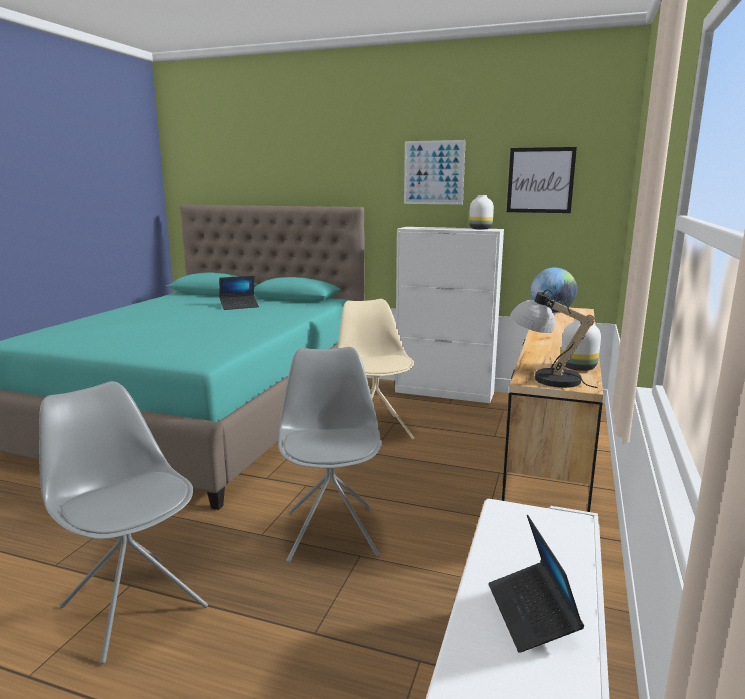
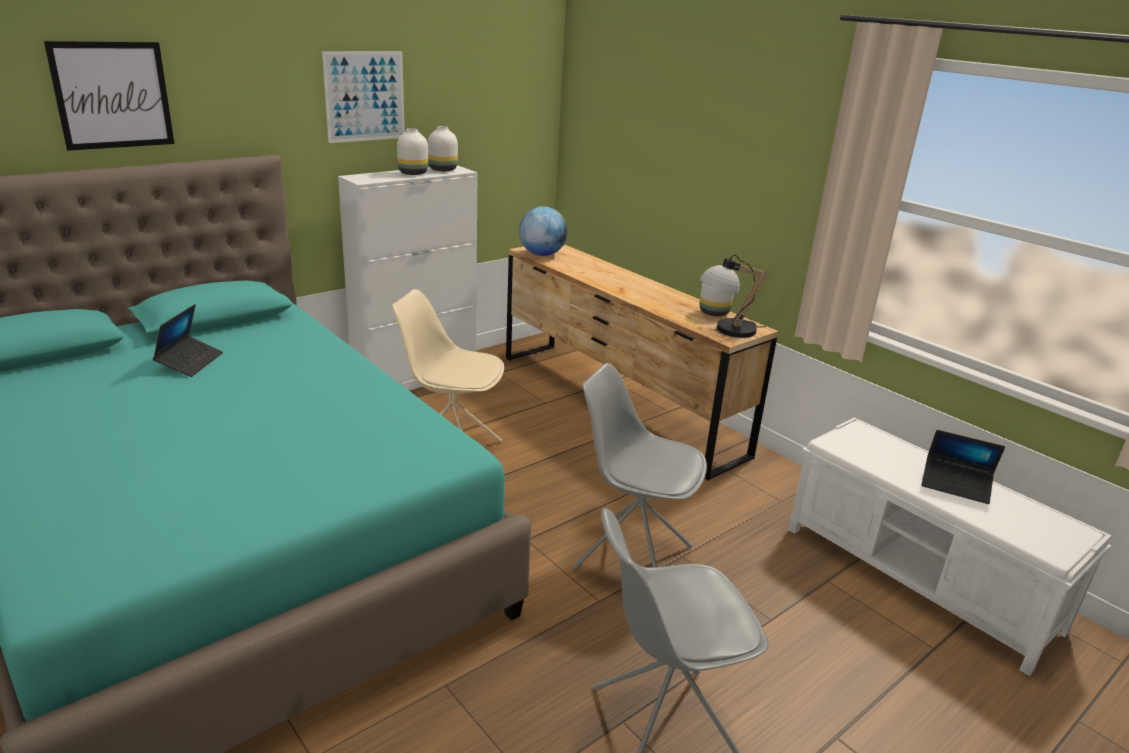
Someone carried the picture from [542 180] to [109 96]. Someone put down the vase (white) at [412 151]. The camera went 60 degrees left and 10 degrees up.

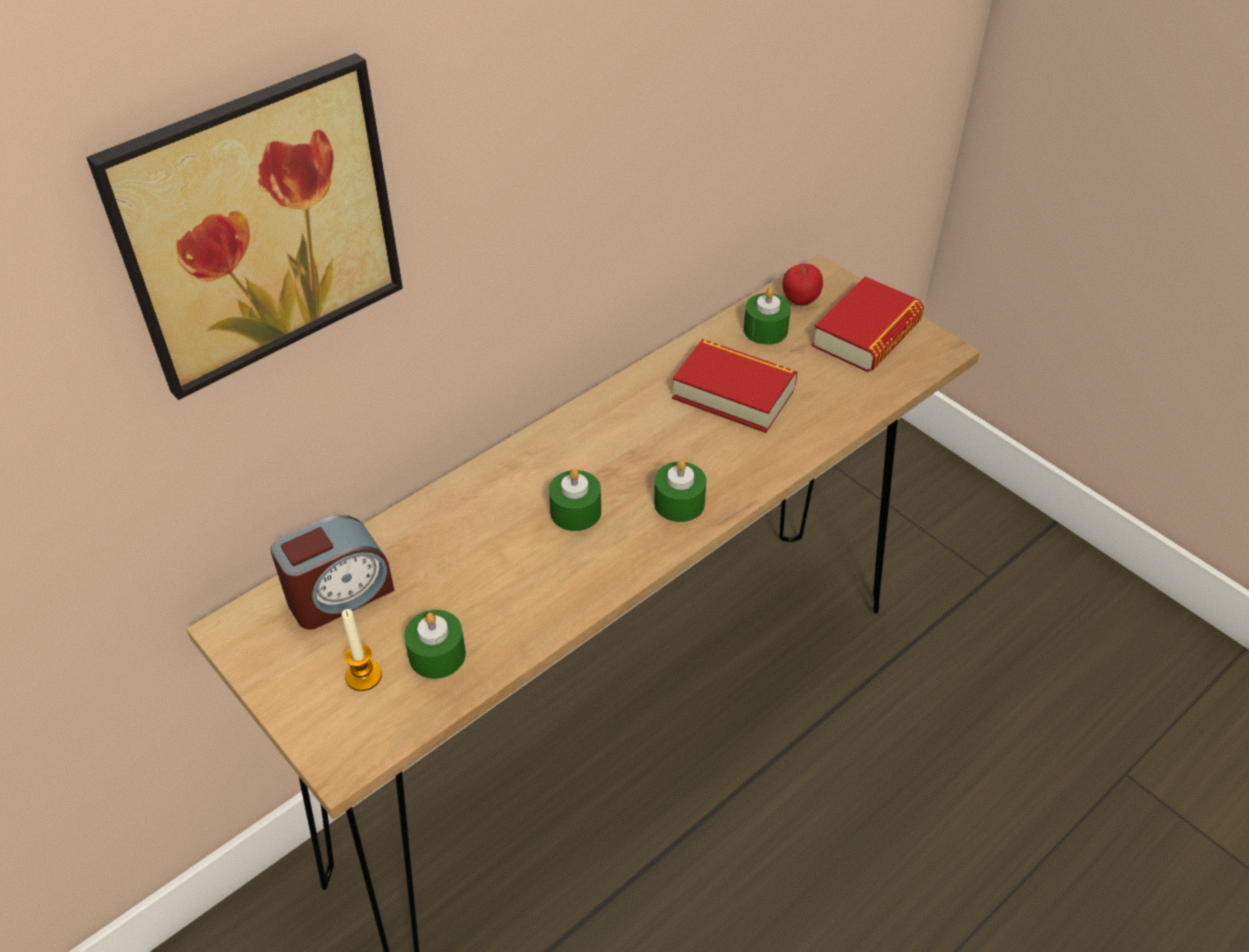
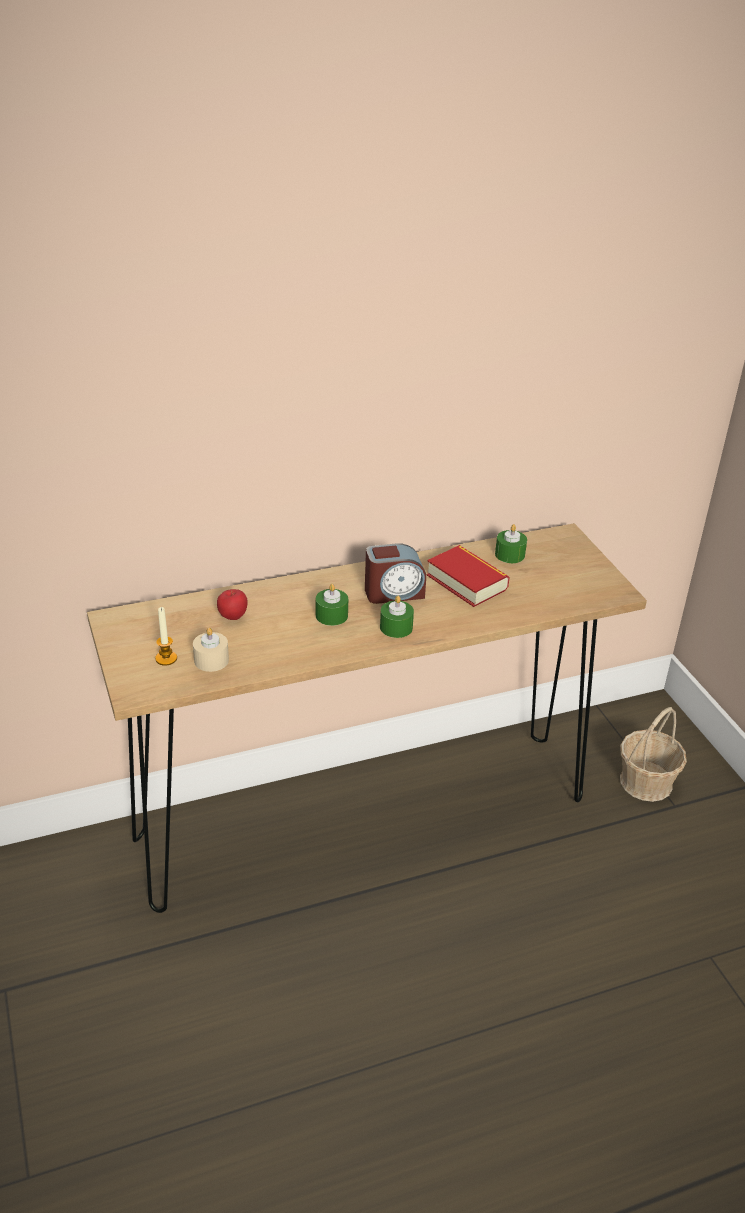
Someone repainted the candle (green) at [435 644], which became the candle (beige) at [211 650]. Someone carried the apple from [803 285] to [232 604]. Someone carried the alarm clock from [332 572] to [395 574]. Someone put down the basket at [653 754]. Someone took away the picture at [244 226]. Someone took away the book at [868 324]. The camera went 20 degrees right and 10 degrees down.

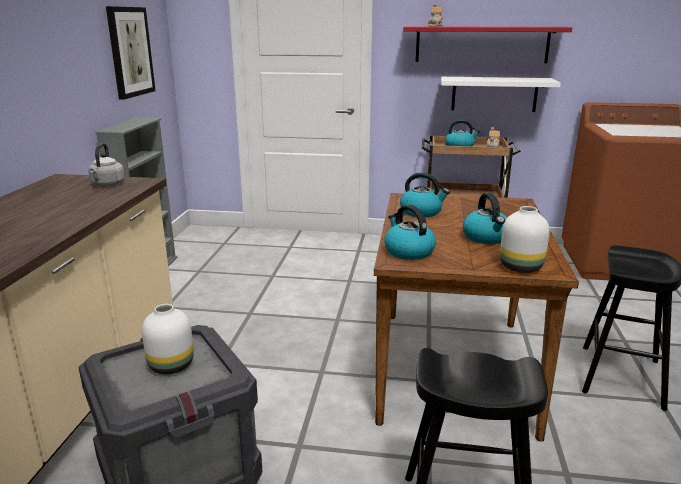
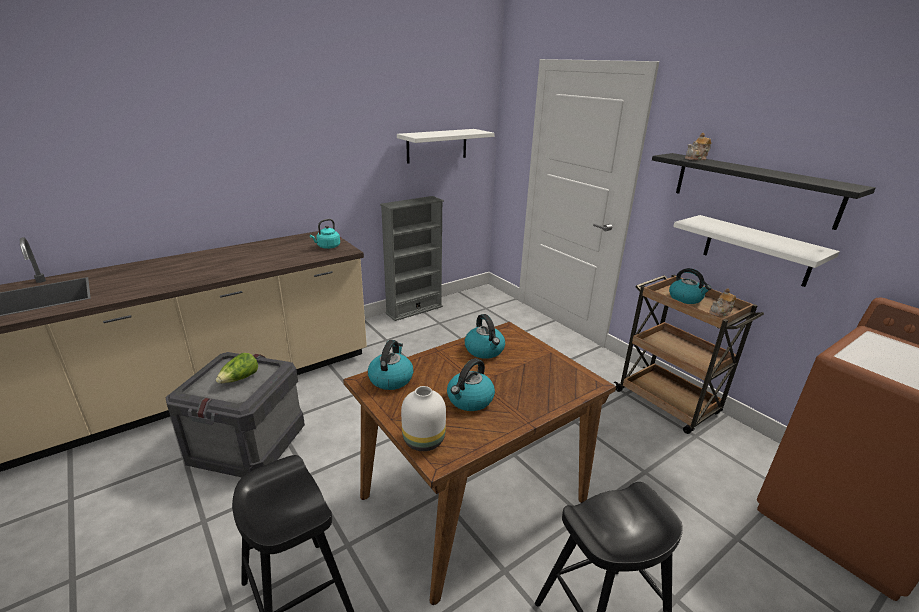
Someone swapped the vase (white) at [168 339] for the lettuce at [237 368]. Someone repainted the kettle (grey) at [106 165], which became the kettle (turquoise) at [325 234]. Someone swapped the picture at [131 53] for the shelf (white) at [446 146]. Someone repainted the shelf (red) at [487 44], which became the shelf (black) at [764 191]. The camera went 45 degrees right and 5 degrees up.

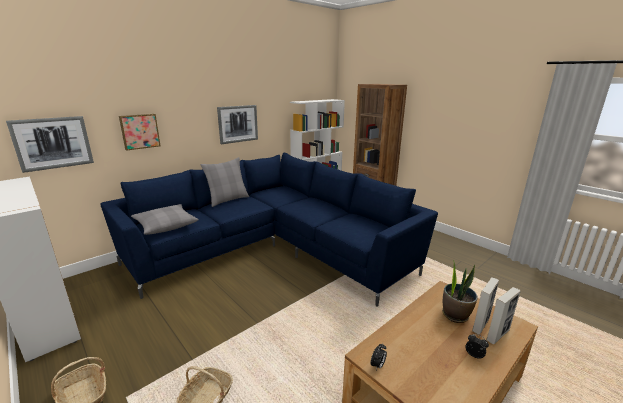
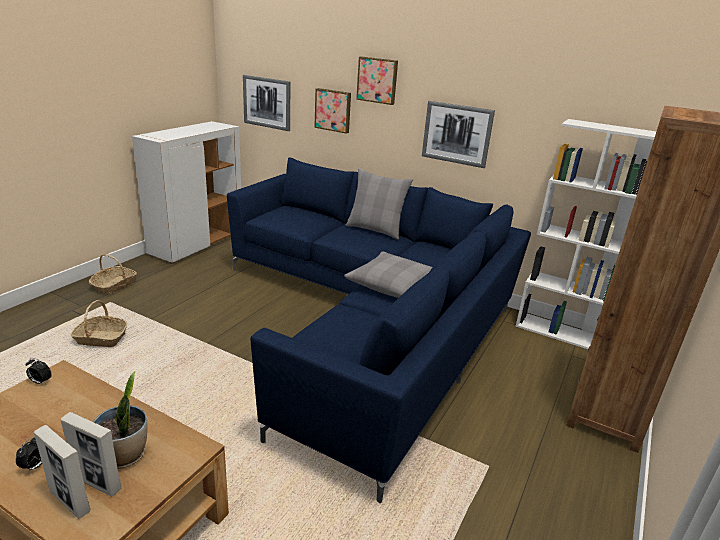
Someone carried the pillow (grey) from [165 219] to [388 274]. Someone put up the picture at [377 80]. The camera went 70 degrees right and 5 degrees up.

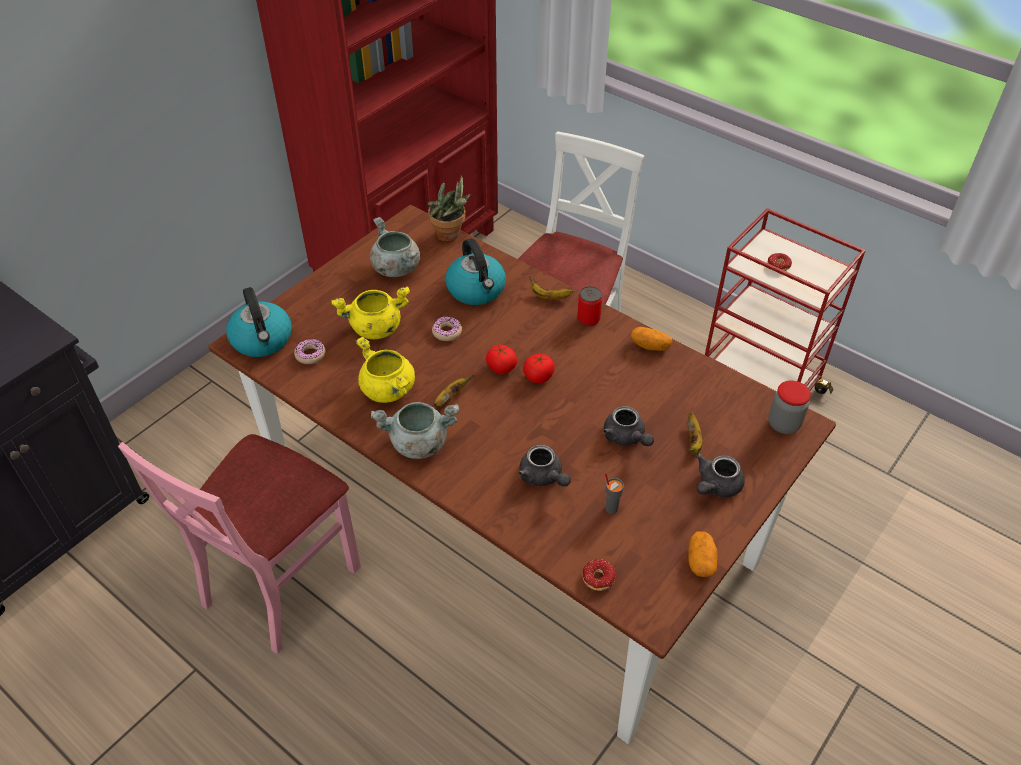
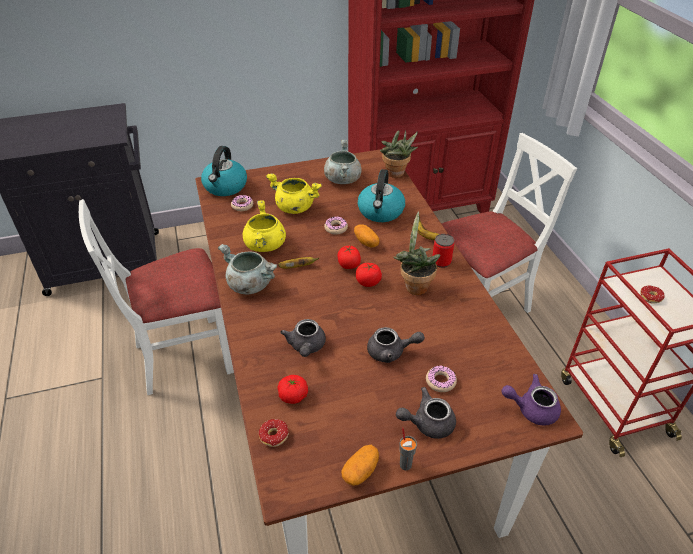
Someone repainted the chair (pink) at [239 544], which became the chair (white) at [156 297]. Someone put down the tomato at [292 389]. Someone carried the potato from [652 339] to [367 236]. Someone rotated the teapot (grey) at [628 426] by 90 degrees counterclockwise. Someone put down the potted plant at [416 253]. Someone carried the cup (grey) from [614 493] to [408 448]. Someone swapped the banana at [694 433] for the donut at [441 378]. Someone swapped the jar at [789 407] for the teapot (purple) at [531 400]. The camera went 35 degrees right and 5 degrees down.

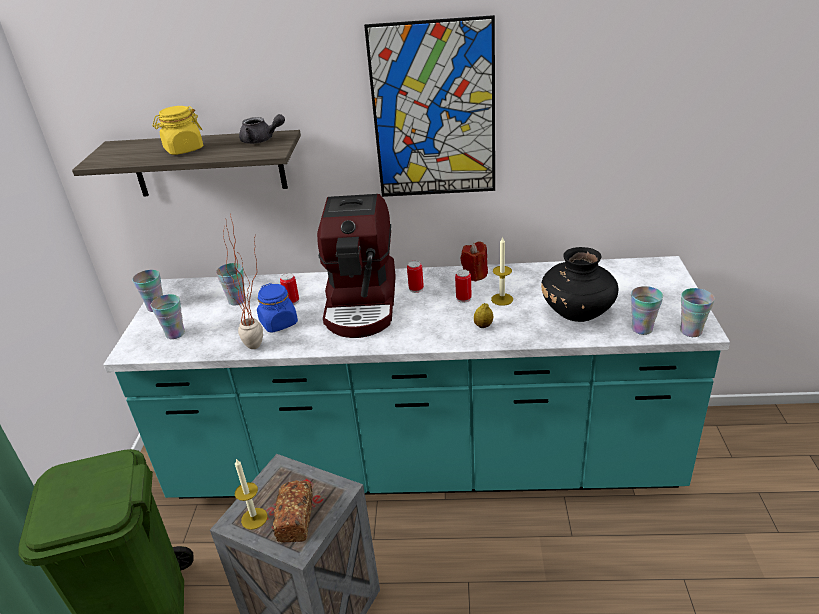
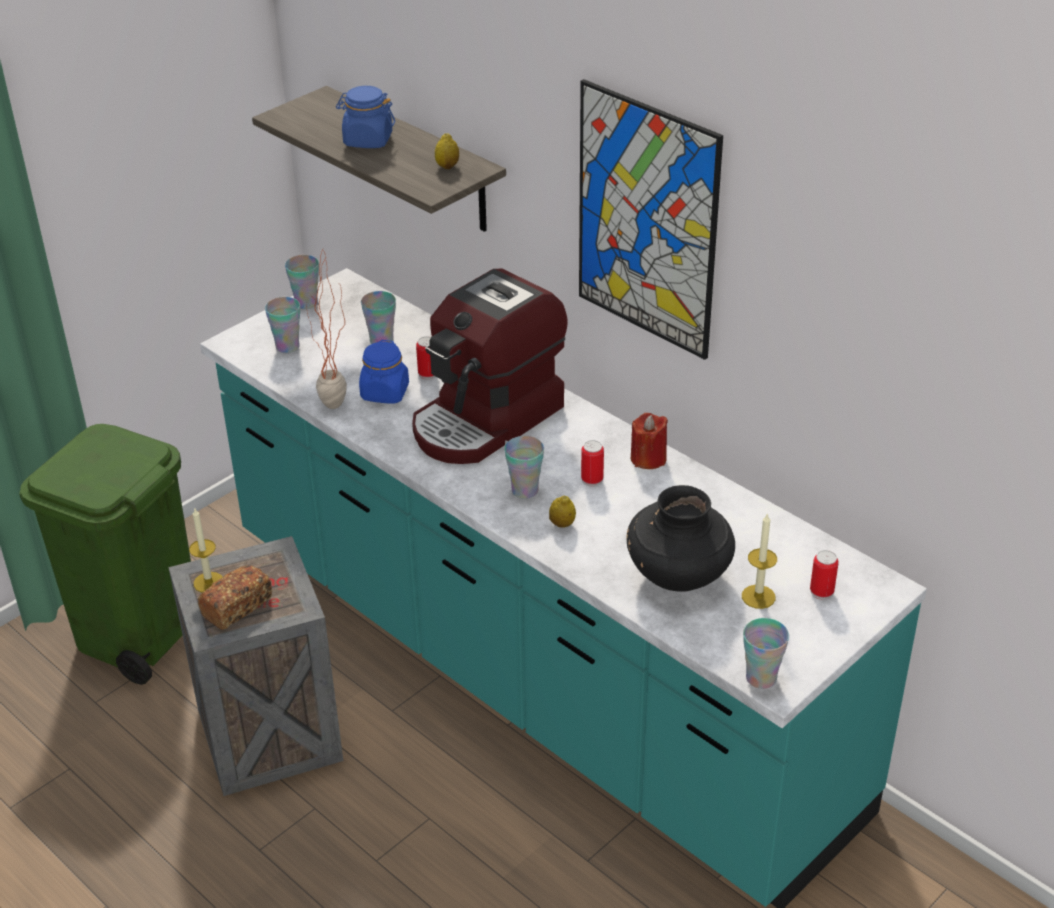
Someone repainted the jar (yellow) at [178 130], which became the jar (blue) at [365 117]. Someone swapped the teapot (grey) at [262 129] for the lemon at [447 151]. Someone carried the cup from [647 310] to [524 467]. Someone carried the candle from [502 271] to [759 561]. Someone carried the can from [415 277] to [824 575]. The camera went 40 degrees right and 5 degrees up.

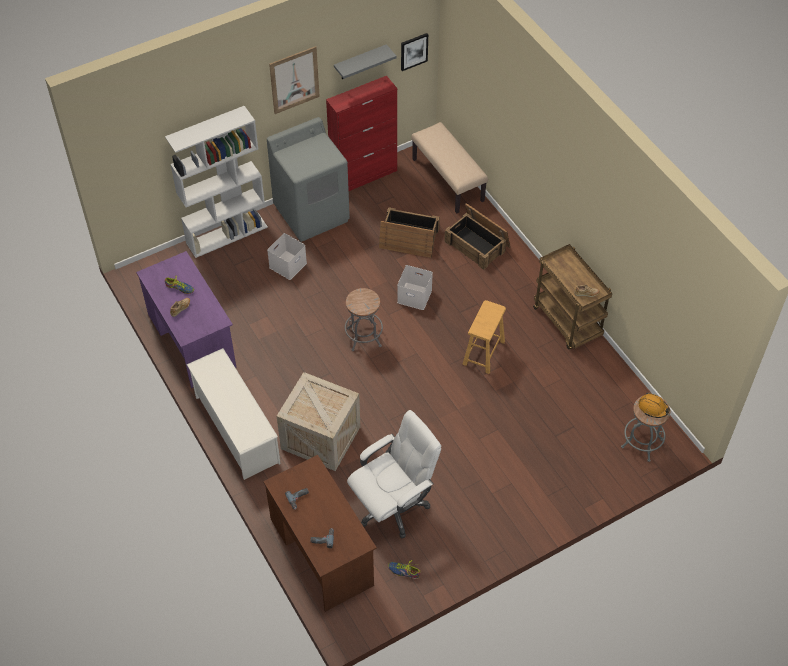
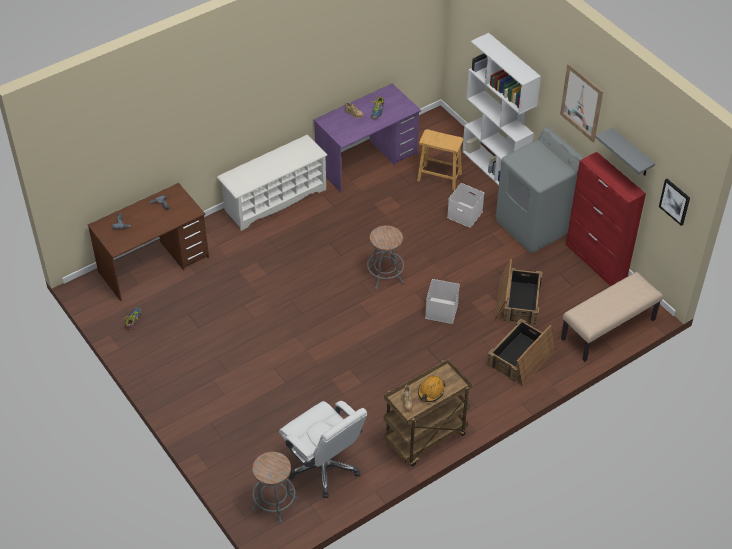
Someone carried the office chair (white) from [394 474] to [323 449]. Someone carried the stool (brown) from [484 337] to [440 159]. Someone carried the hard hat (orange) from [654 405] to [432 389]. Someone took away the crate at [318 421]. The camera went 85 degrees right and 5 degrees down.

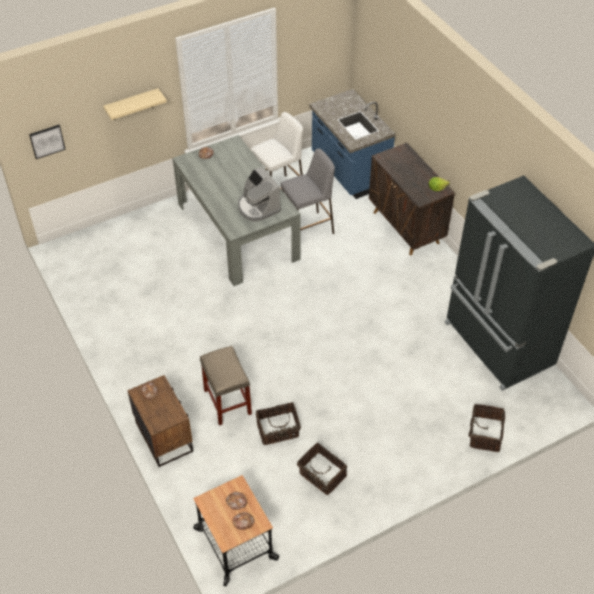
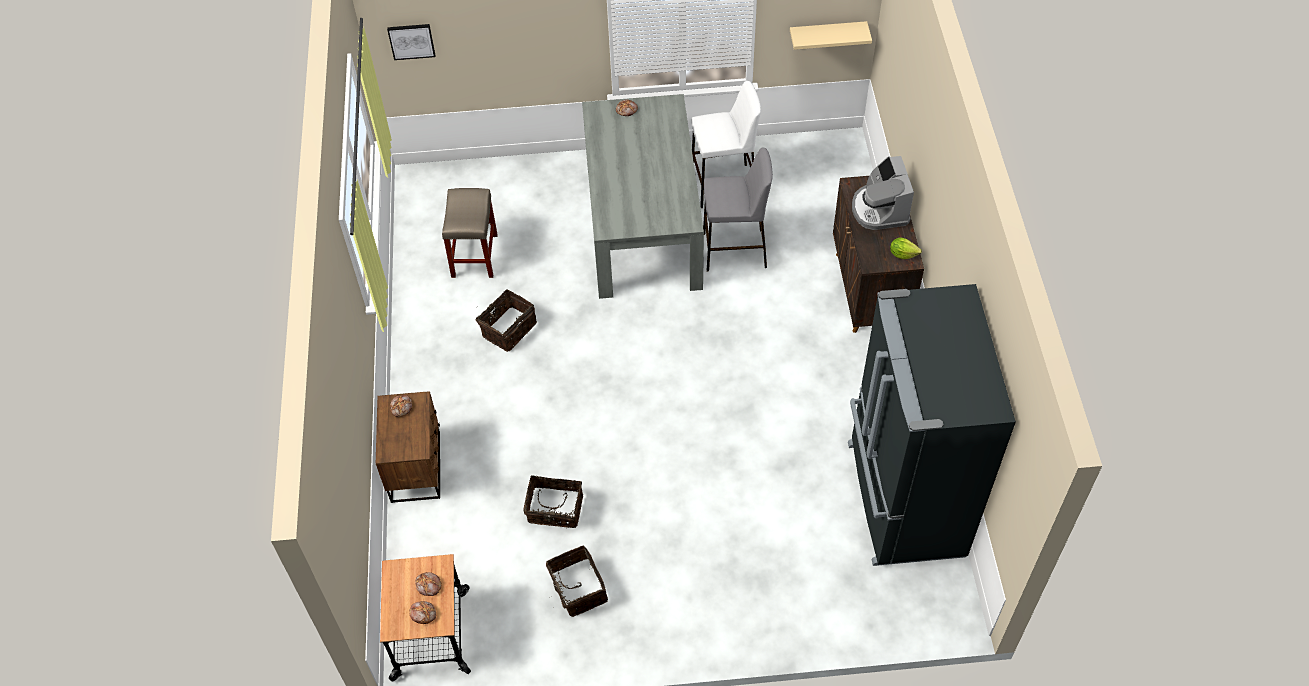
Someone carried the stool (beige) from [226 385] to [470 233]. Someone carried the basket from [486 428] to [504 320]. Someone carried the shelf (beige) from [135 104] to [831 35]. Someone carried the coffee machine from [259 194] to [883 193]. Someone took away the counter (blue) at [352 144]. The camera went 25 degrees right and 5 degrees up.

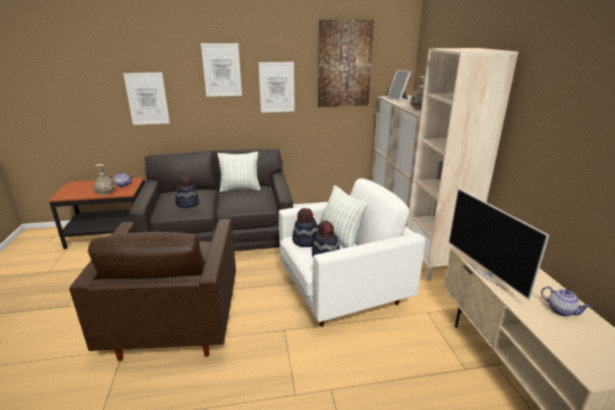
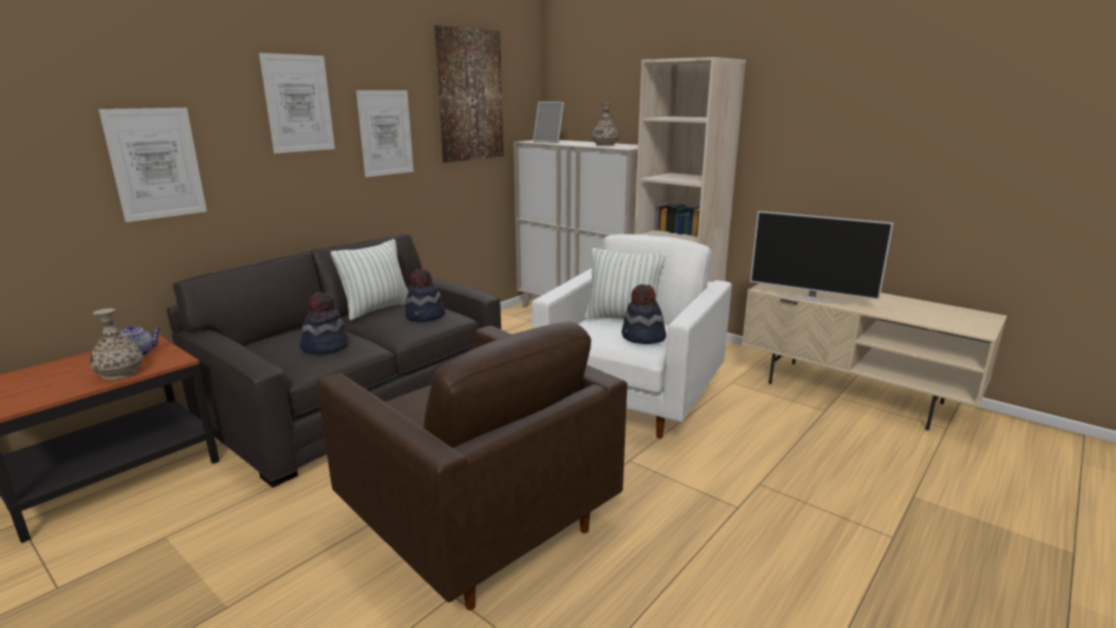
Someone carried the hat from [305 227] to [425 295]. Someone took away the teapot at [566 301]. The camera went 40 degrees left and 5 degrees down.

